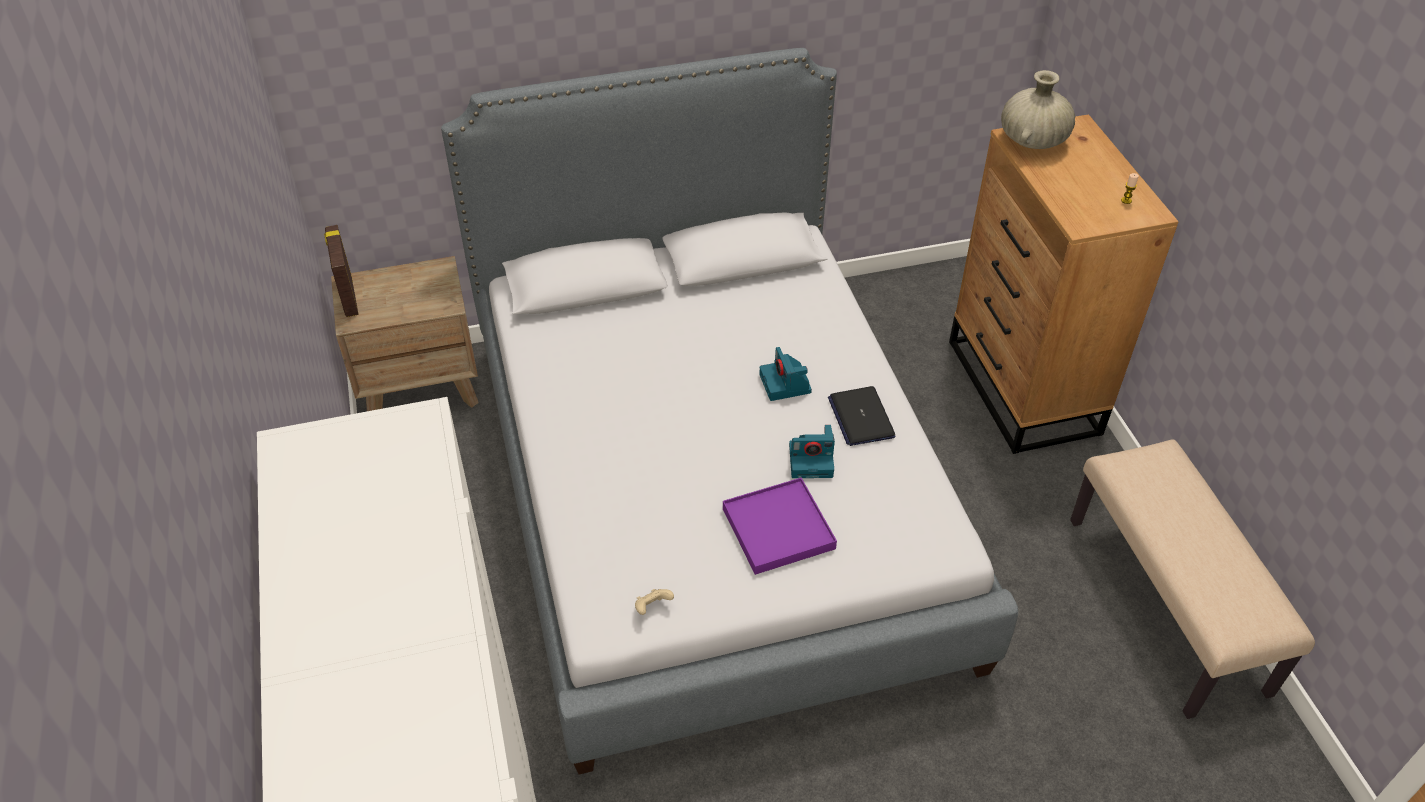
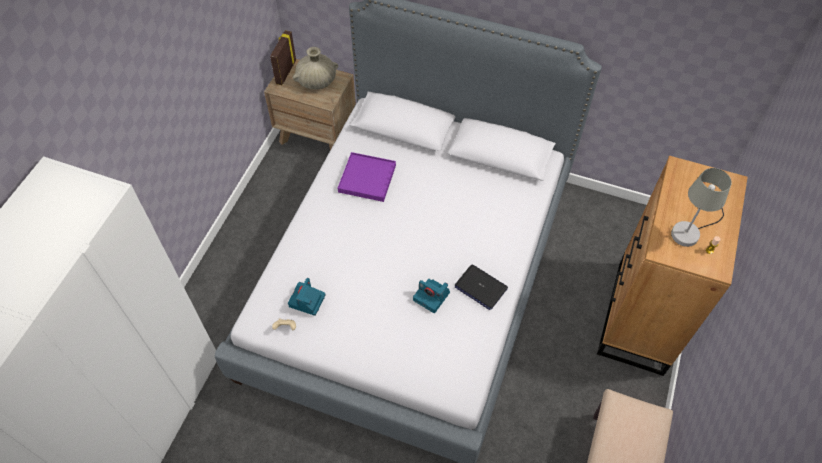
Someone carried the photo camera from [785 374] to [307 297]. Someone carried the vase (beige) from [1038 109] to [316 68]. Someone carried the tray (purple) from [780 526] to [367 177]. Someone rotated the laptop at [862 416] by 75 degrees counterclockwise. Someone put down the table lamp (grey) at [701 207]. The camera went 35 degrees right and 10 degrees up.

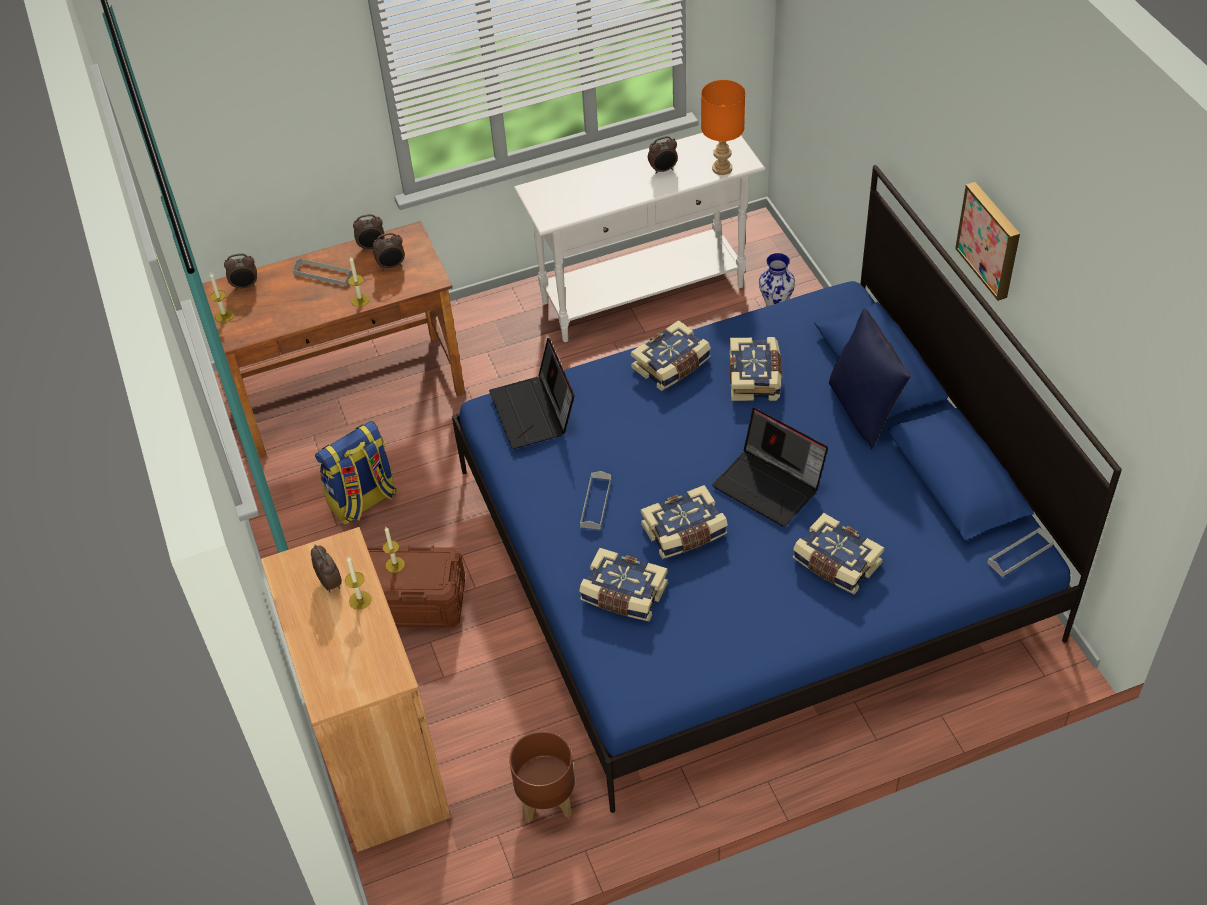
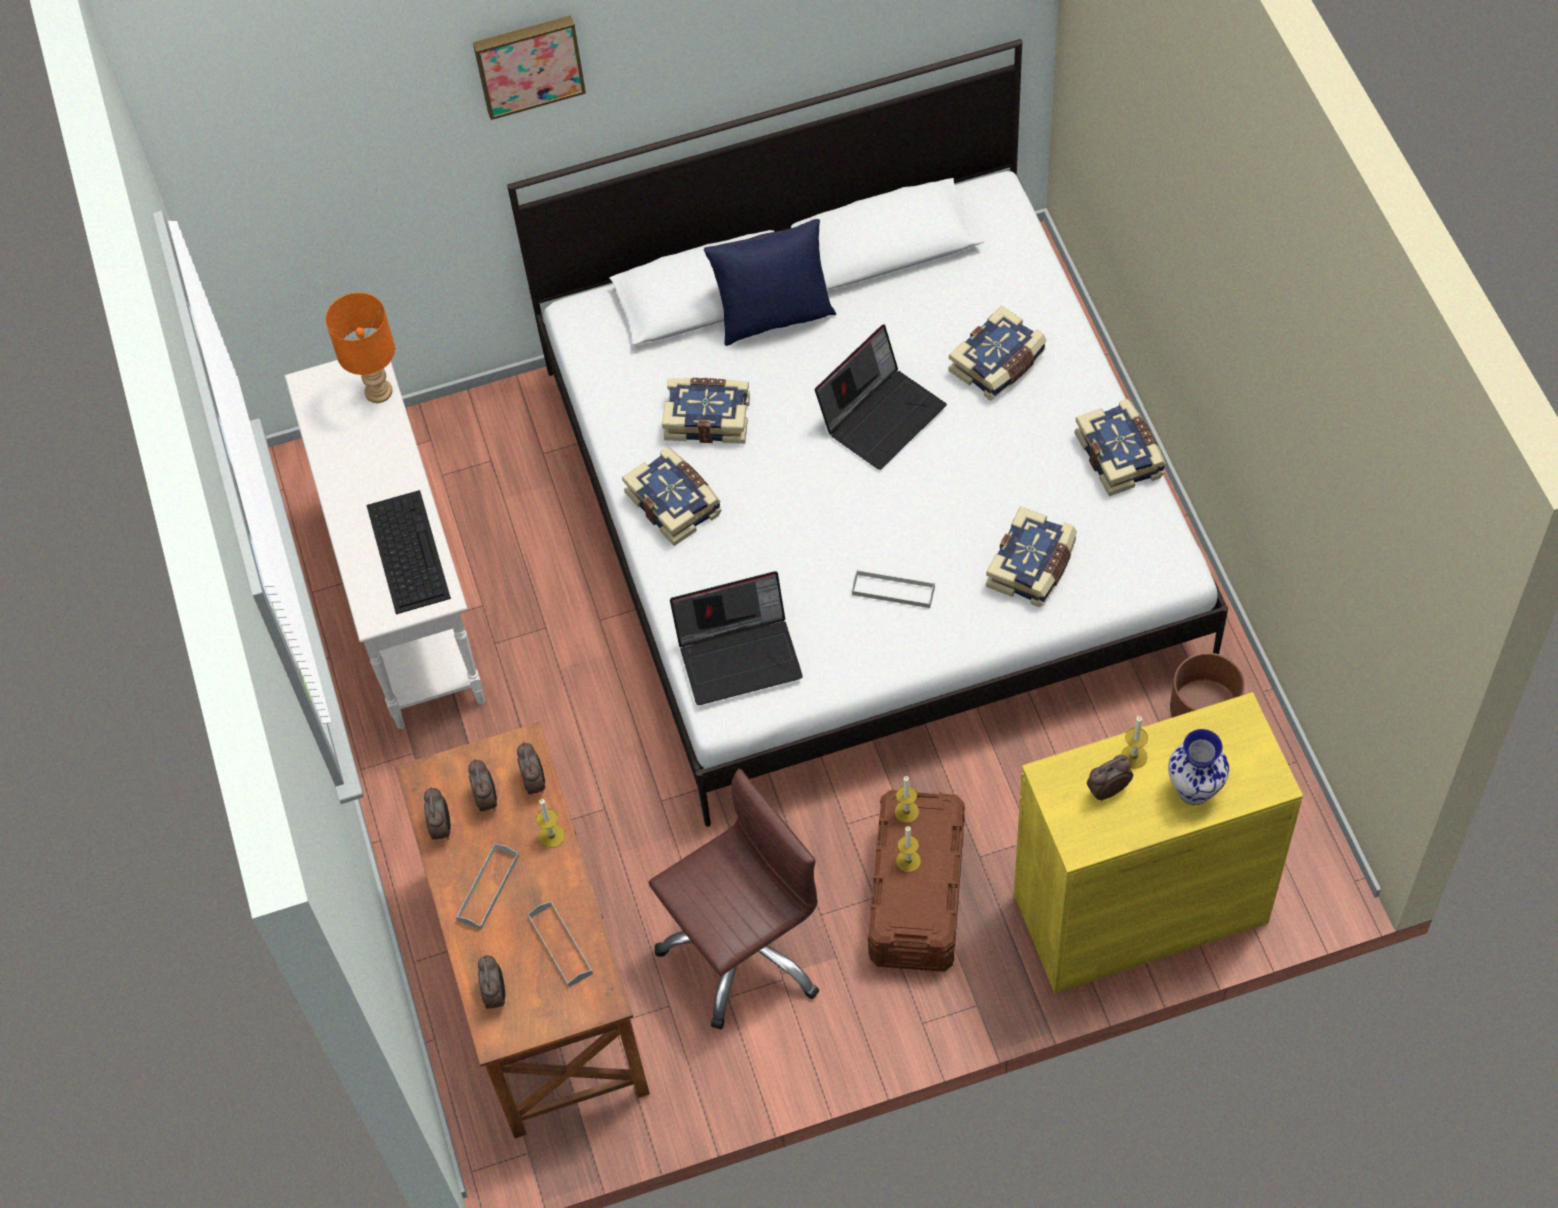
Someone put down the keyboard at [408 552]. Someone carried the picture from [987 241] to [529 67]. Someone repainted the bed (blue) at [787 489], which became the bed (white) at [867 433]. Someone carried the alarm clock from [663 155] to [531 768]. Someone carried the tray (grey) from [1020 552] to [560 944]. Someone swapped the backpack at [356 473] for the office chair (brown) at [734 899]. Someone carried the candle from [222 298] to [907 799]. Someone repainted the cabinet (brown) at [356 689], which became the cabinet (yellow) at [1158 842]. Someone carried the book from [684 522] to [1120 447]. Someone carried the vase from [777 279] to [1198 767]. The camera went 85 degrees left and 10 degrees up.

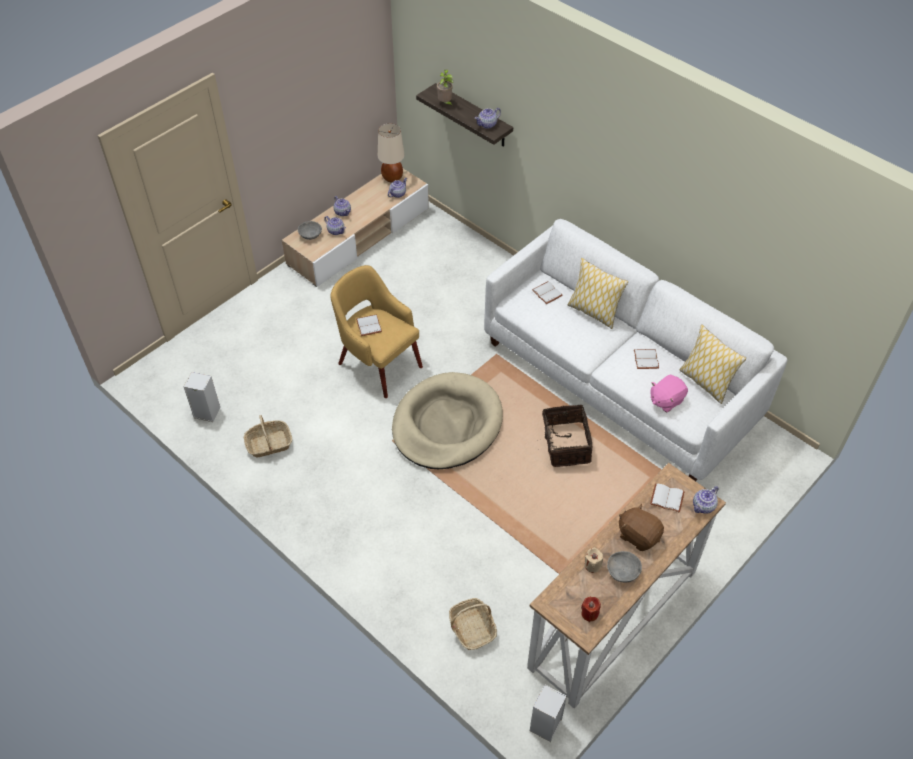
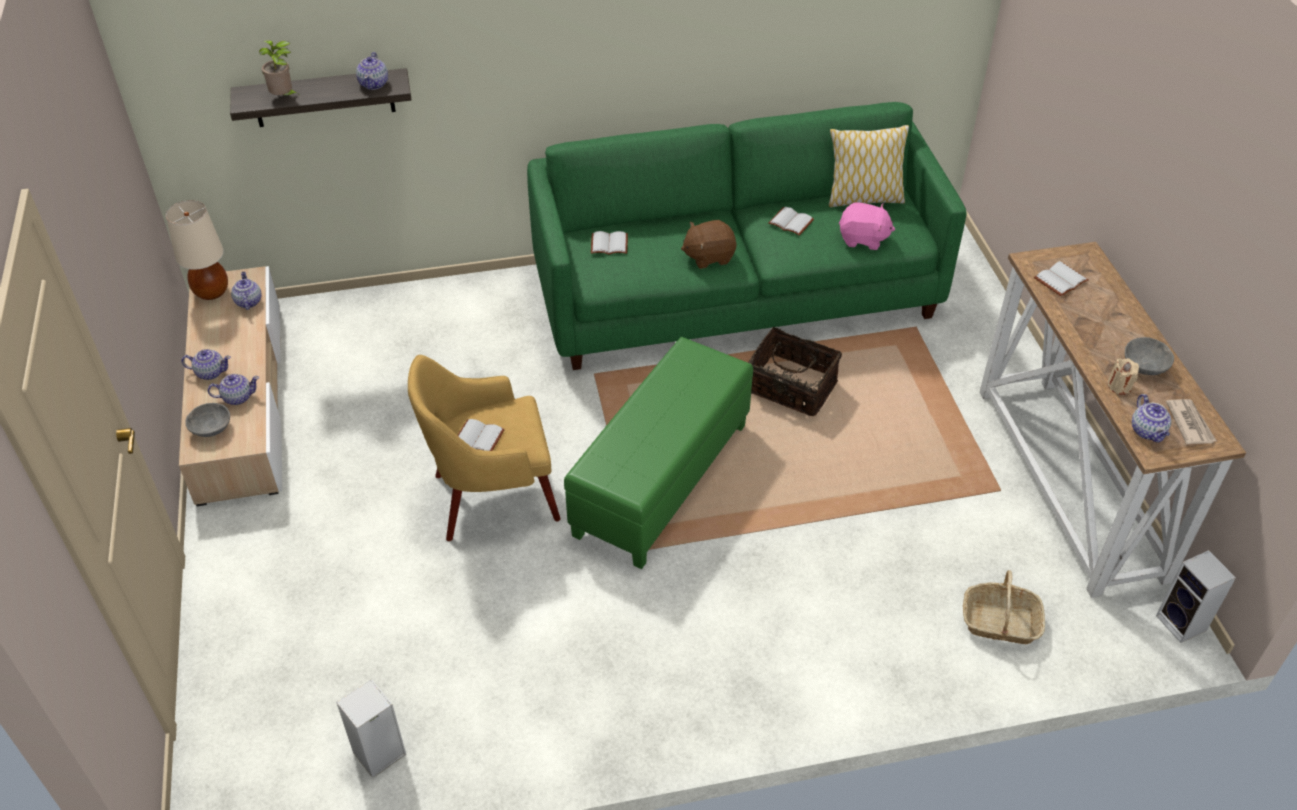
Someone repainted the sofa (white) at [635 350], which became the sofa (green) at [746 236]. Someone swapped the dog bed (beige) at [447 420] for the ottoman (green) at [658 453]. Someone carried the plush toy (brown) from [641 527] to [708 244]. Someone rotated the plush toy (pink) at [669 394] by 75 degrees counterclockwise. Someone carried the teapot from [706 500] to [1151 418]. Someone swapped the candle (red) at [591 609] for the newspaper at [1191 421]. Someone took away the basket at [268 436]. Someone took away the pillow at [598 293]. The camera went 55 degrees left and 5 degrees down.

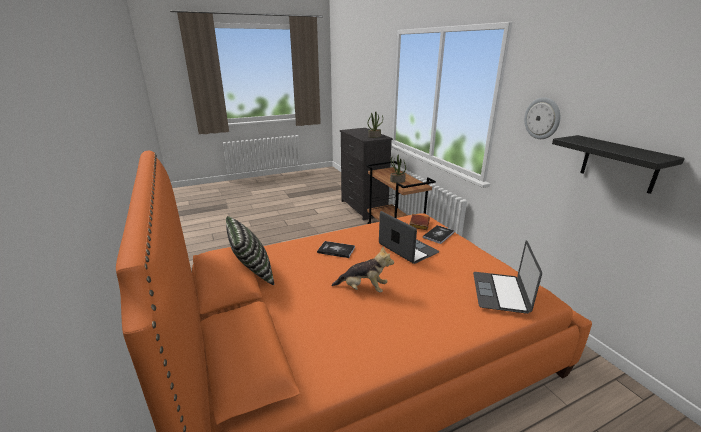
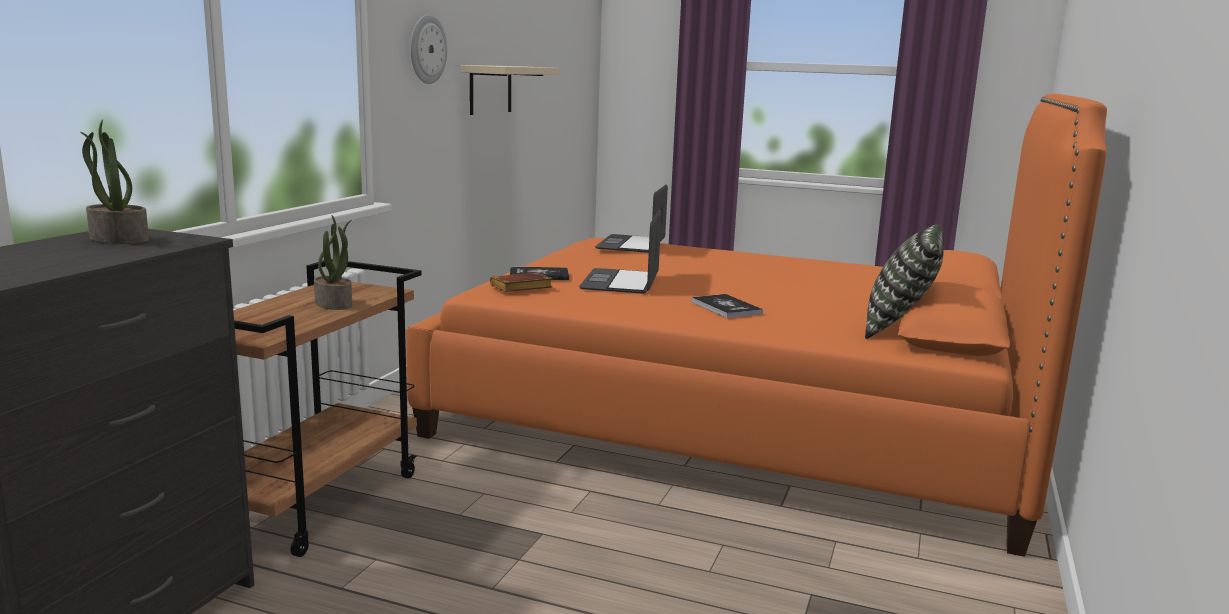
Someone repainted the shelf (black) at [618 164], which became the shelf (beige) at [510 90]. Someone rotated the laptop at [507 277] by 135 degrees clockwise. Someone took away the plush toy at [363 269]. The camera went 135 degrees left and 10 degrees down.

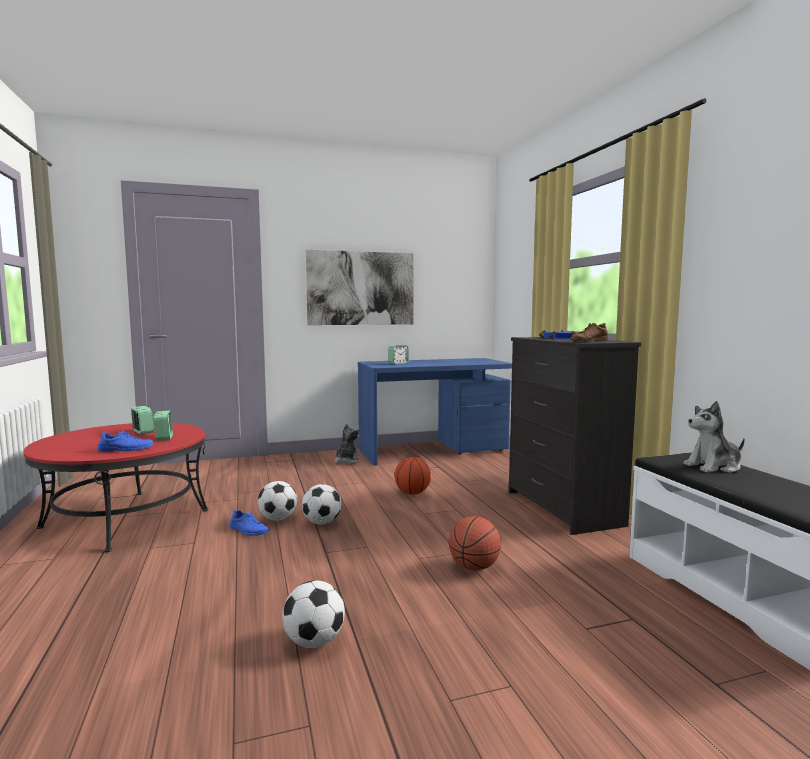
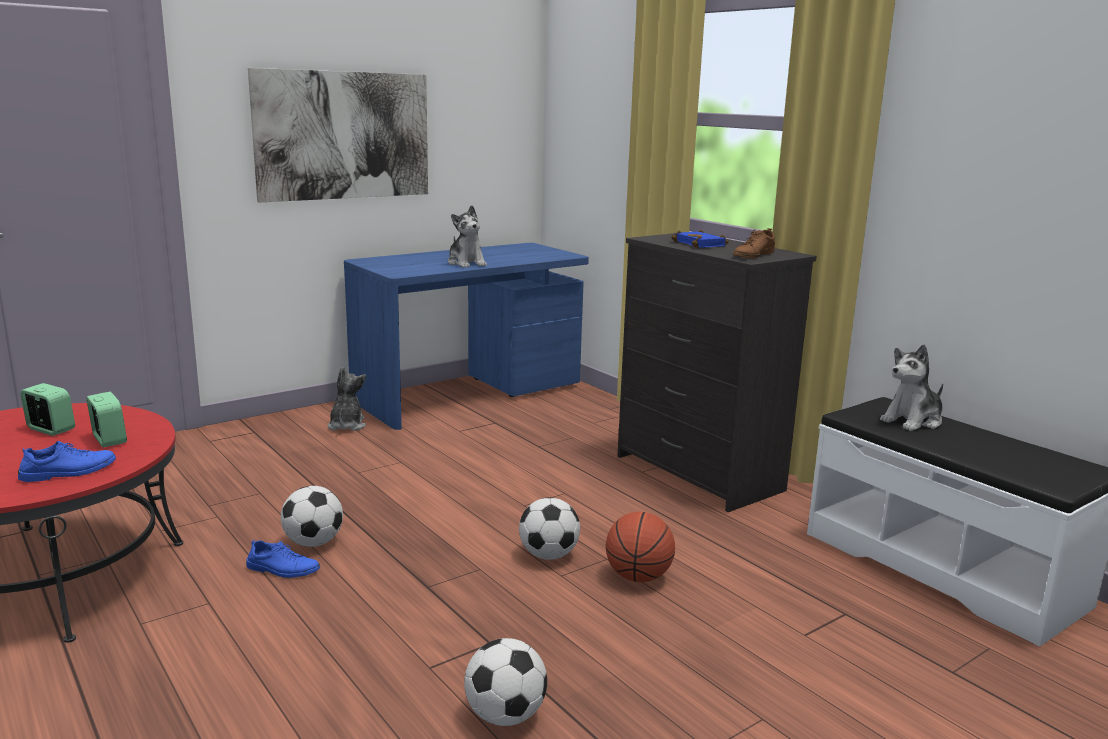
Someone put down the plush toy at [467 236]. Someone carried the football from [321 504] to [549 528]. Someone took away the alarm clock at [398 354]. Someone took away the basketball at [413 476]. The camera went 20 degrees left and 10 degrees up.

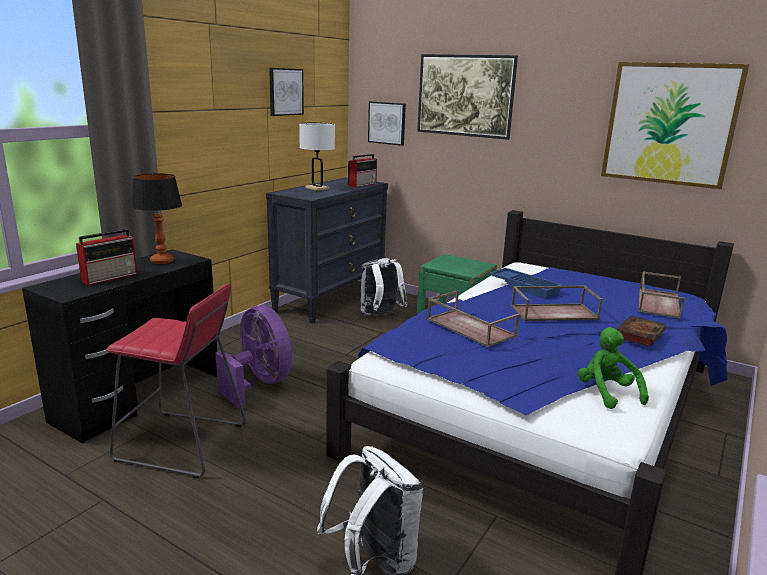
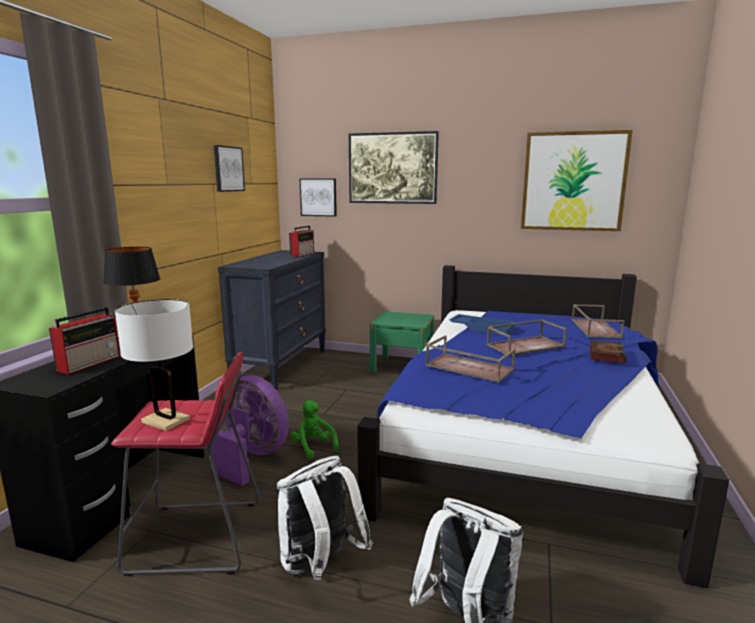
Someone carried the table lamp (white) from [317 156] to [154 365]. Someone carried the backpack (white) from [384 287] to [325 518]. Someone carried the plush toy (green) from [613 368] to [314 429]. The camera went 15 degrees left and 5 degrees down.

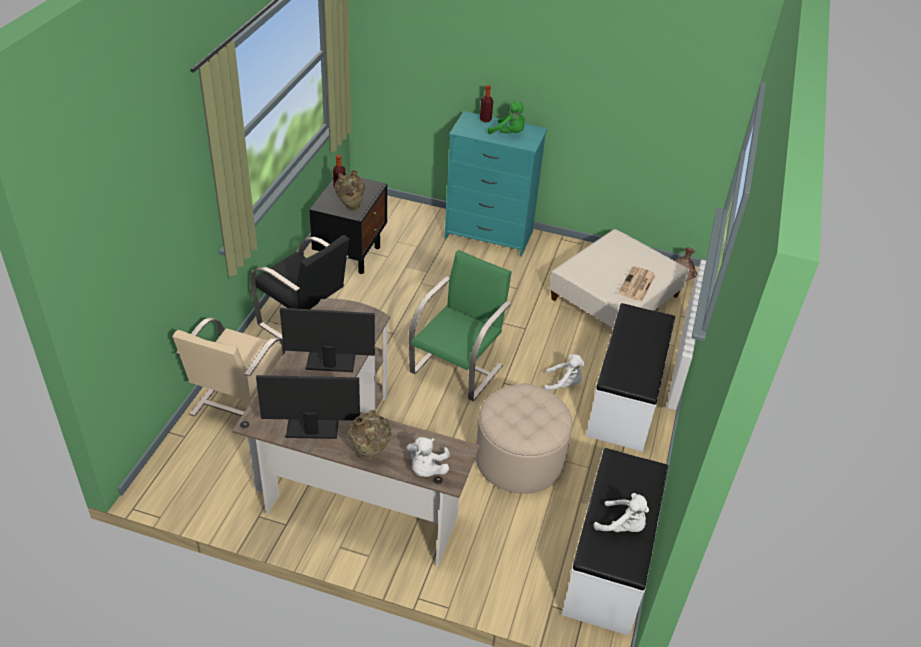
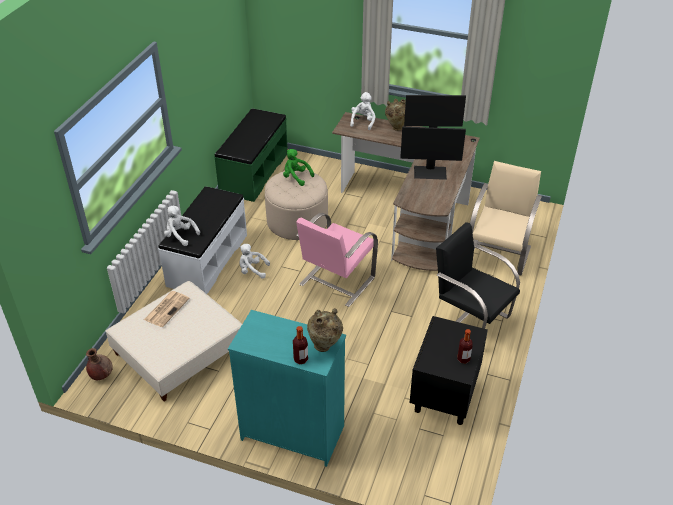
Someone carried the plush toy (white) from [621 512] to [182 226]. Someone repainted the bench (white) at [615 542], which became the bench (green) at [251 155]. Someone carried the plush toy (green) from [506 117] to [298 167]. Someone repainted the chair (green) at [460 325], which became the chair (pink) at [337 260]. Someone carried the vase (beige) from [349 190] to [325 330]. The camera went 175 degrees left and 0 degrees up.

